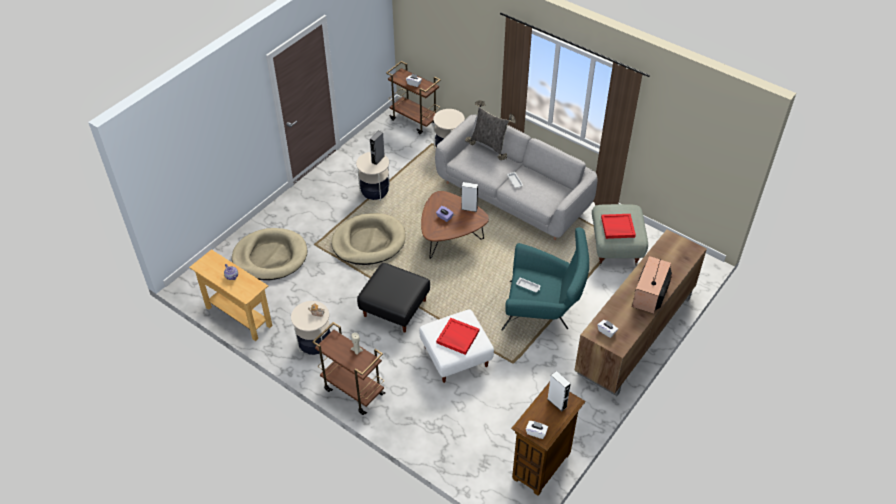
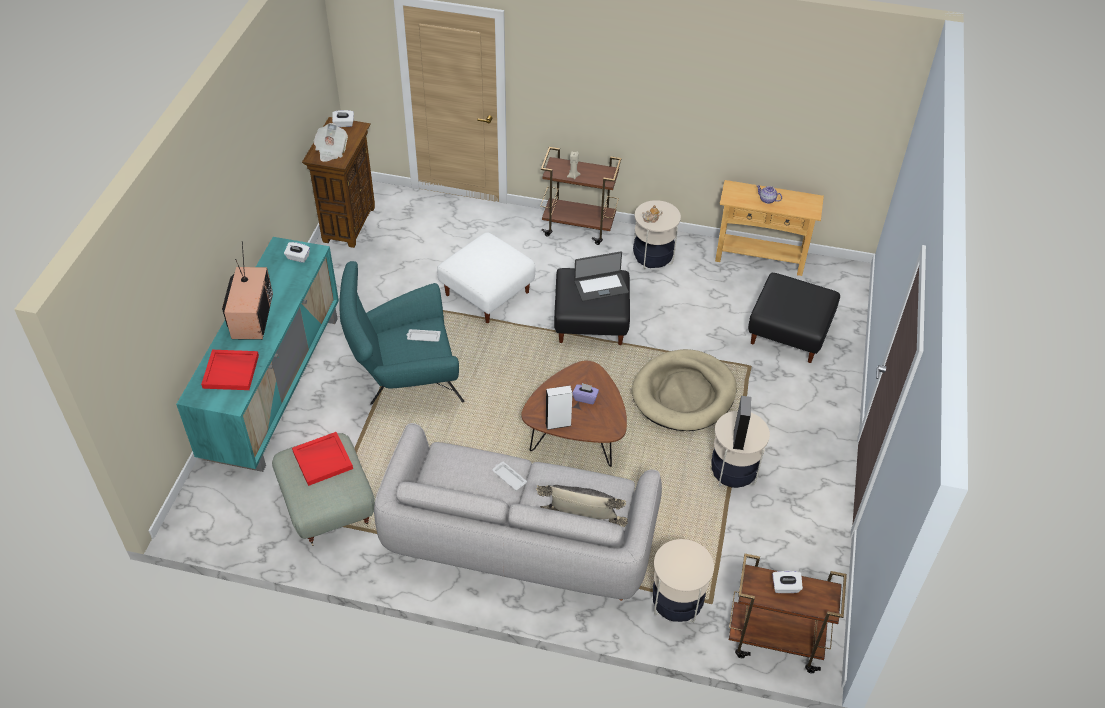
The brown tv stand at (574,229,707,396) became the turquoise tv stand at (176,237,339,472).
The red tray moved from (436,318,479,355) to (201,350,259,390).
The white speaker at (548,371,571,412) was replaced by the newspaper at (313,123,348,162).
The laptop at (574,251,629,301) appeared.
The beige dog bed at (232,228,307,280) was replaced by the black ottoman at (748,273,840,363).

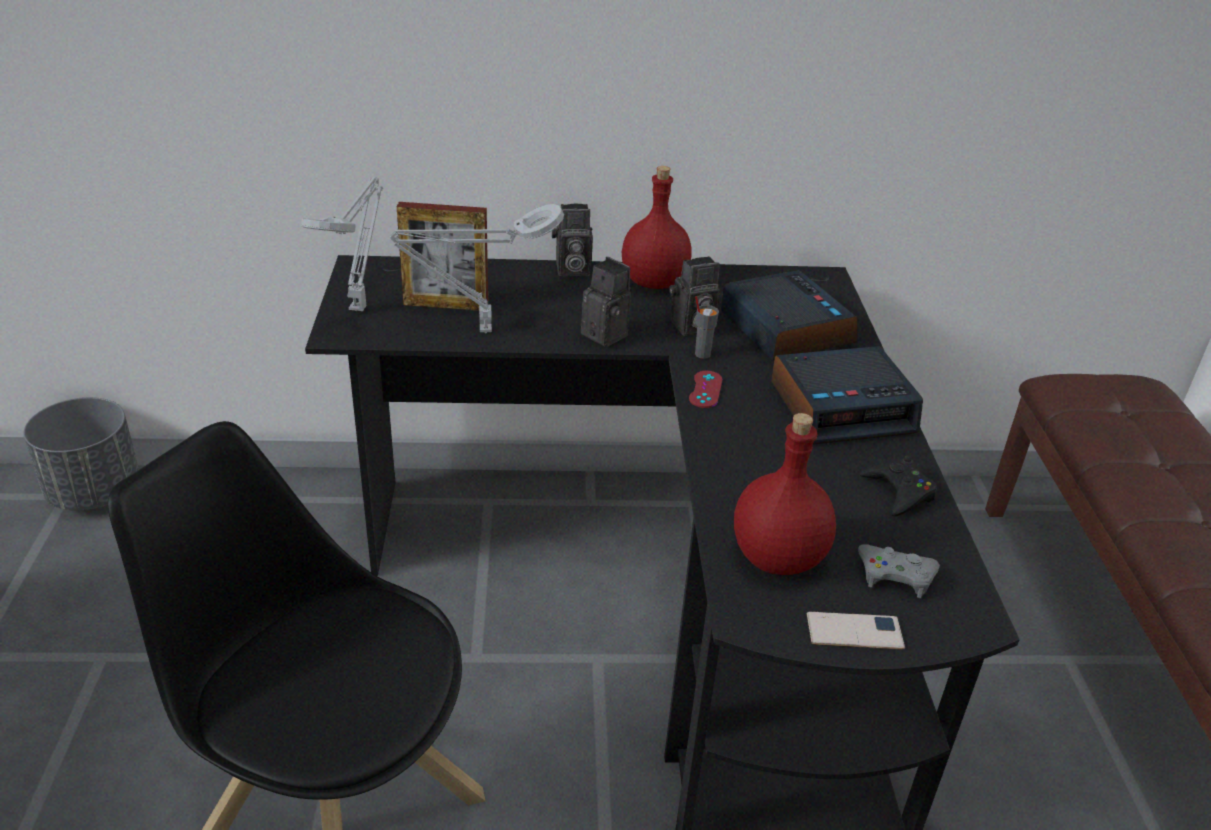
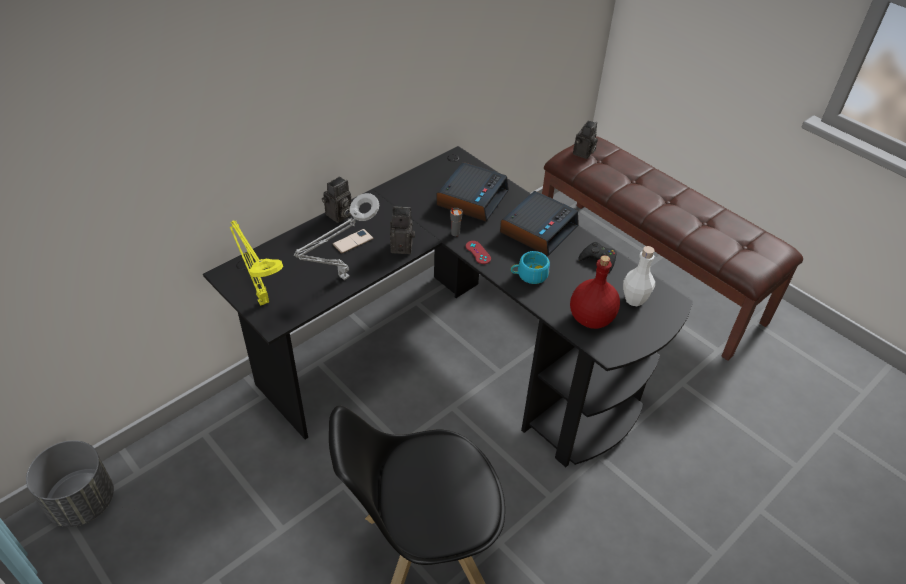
The grey table lamp at (301,177,383,311) became the yellow table lamp at (230,220,283,305).
The phone moved from (807,611,905,650) to (333,229,373,253).
The alarm clock at (721,270,858,361) turned 90 degrees clockwise.
The turquoise cup at (511,251,550,284) appeared.
The photo camera moved from (669,256,720,336) to (573,121,598,159).
The grey game controller at (858,544,940,598) was replaced by the white bottle at (623,246,655,306).
The picture frame at (397,202,488,311) disappeared.
The red bottle at (622,166,692,289) disappeared.

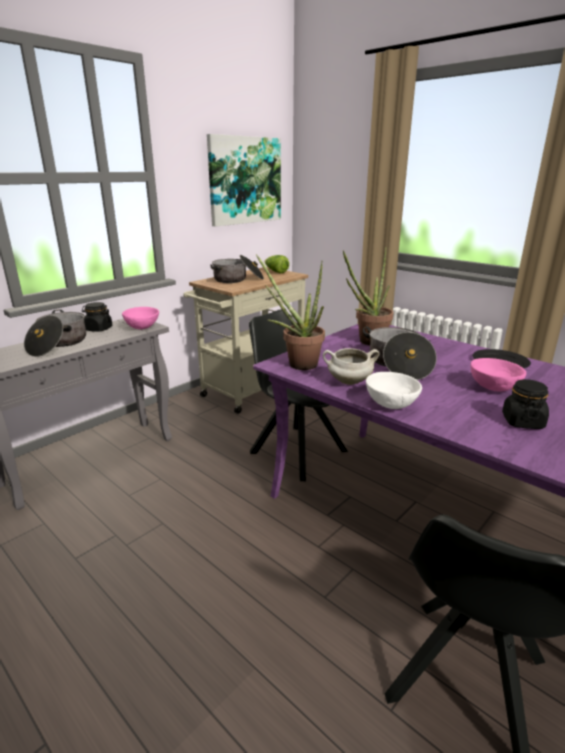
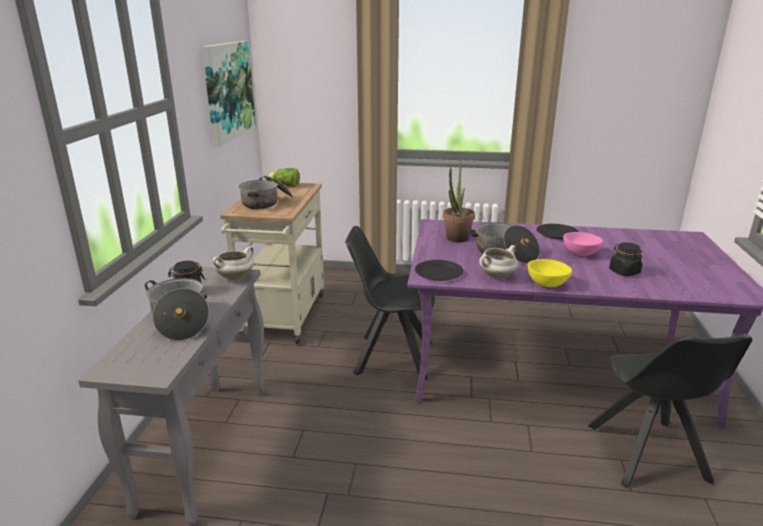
The pink bowl at (122,307,159,330) was replaced by the white cooking pot at (212,246,254,280).
The potted plant at (256,254,325,370) was replaced by the black plate at (415,260,464,281).
The white bowl at (366,372,422,409) became the yellow bowl at (528,259,572,287).

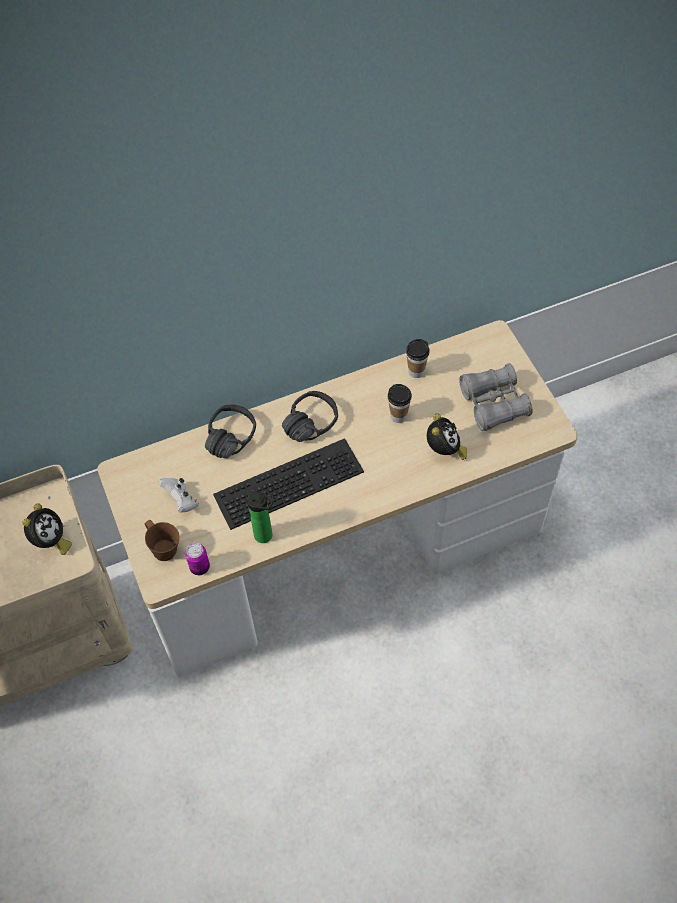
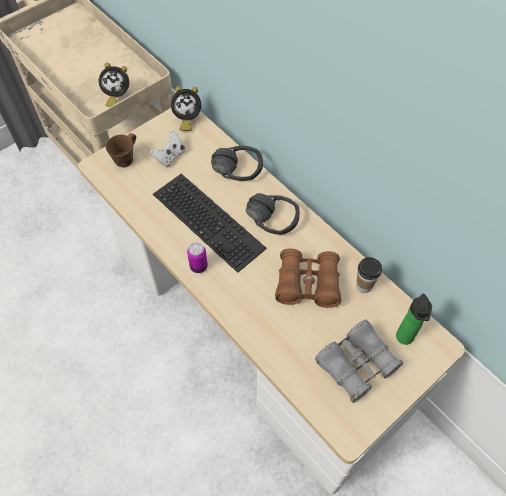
The alarm clock moved from (427,413,467,460) to (171,86,201,131).
The can moved from (185,543,210,575) to (187,242,208,273).
The cup at (388,384,412,423) was replaced by the brown binoculars at (275,248,341,308).
The bottle moved from (247,491,275,543) to (396,294,432,345).

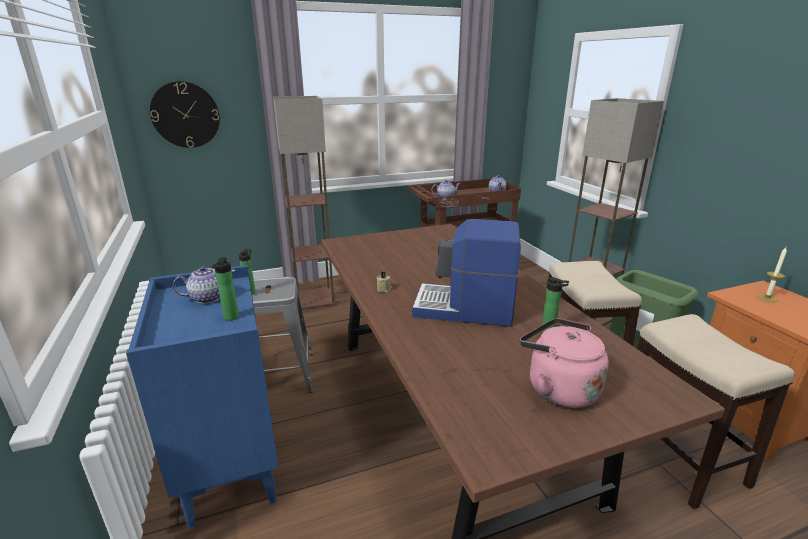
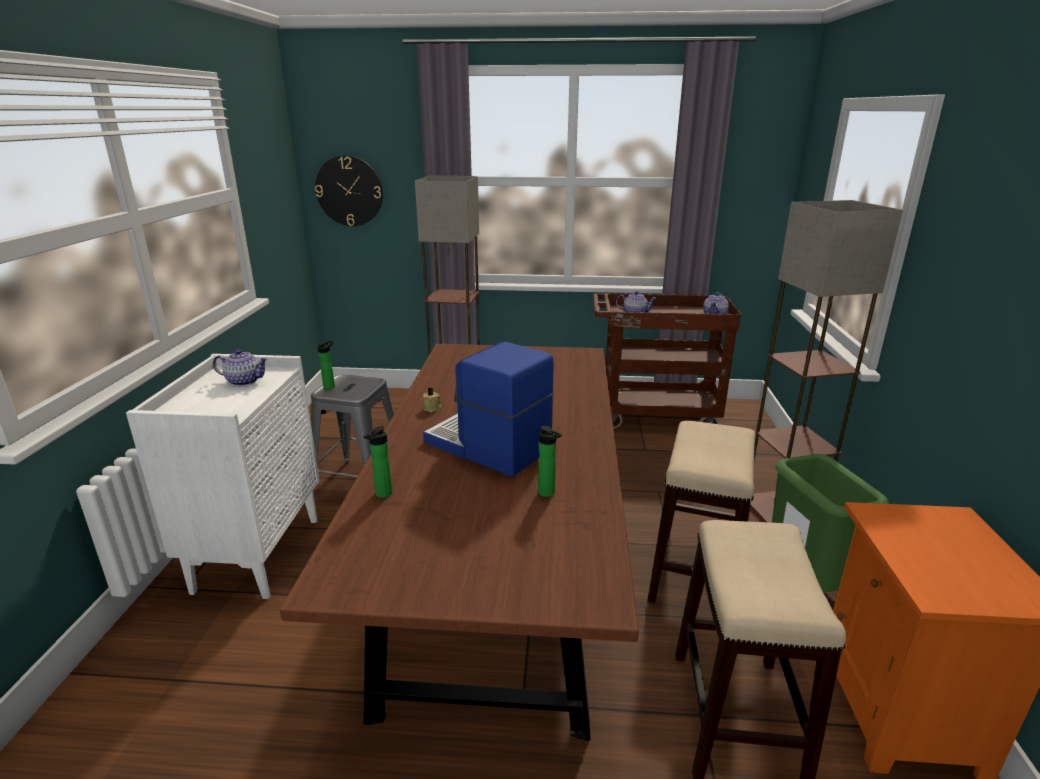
The blue cabinet at (126,265,279,528) became the white cabinet at (126,354,320,599).
The bottle moved from (212,257,239,320) to (363,426,392,498).
The pink kettle at (520,318,609,408) disappeared.
The candle at (757,247,787,302) disappeared.

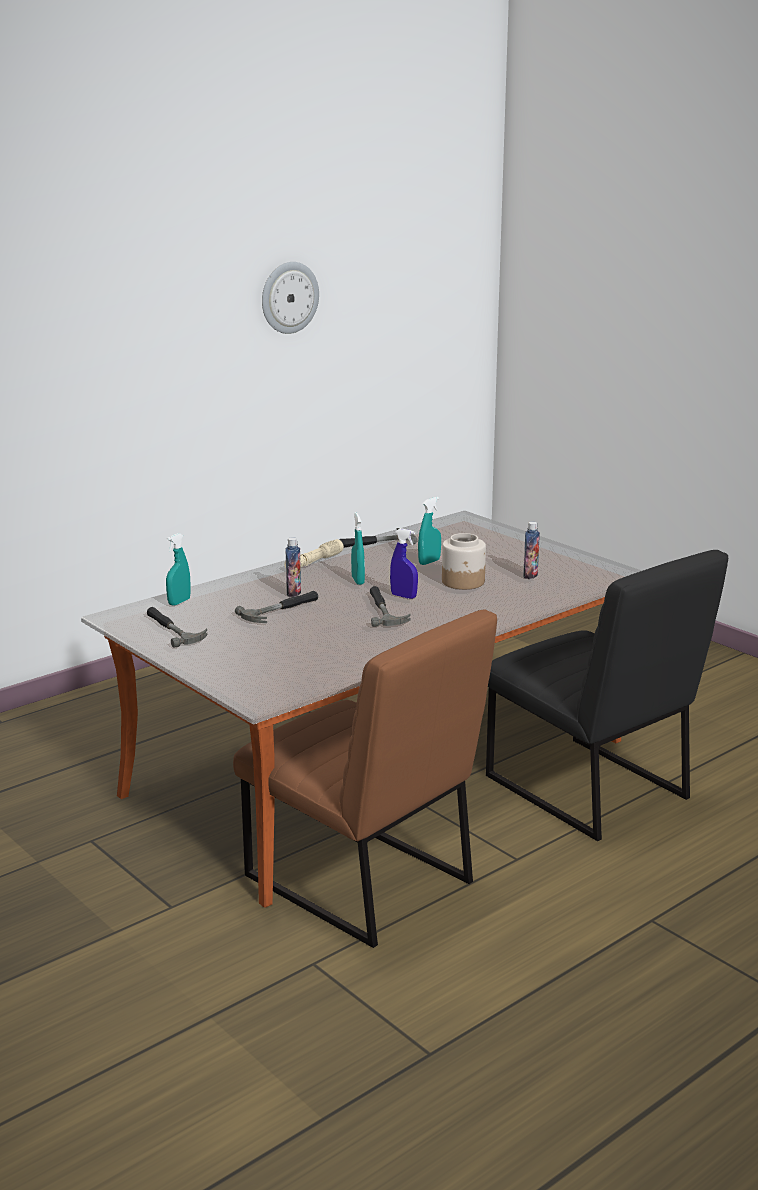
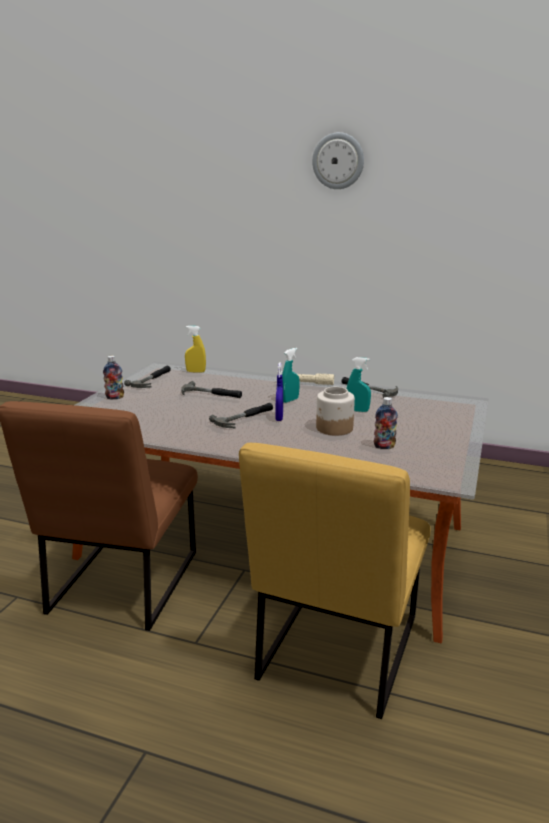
The bottle moved from (285,537,301,597) to (103,356,124,399).
The turquoise spray bottle at (166,533,191,606) became the yellow spray bottle at (185,326,206,372).
The black chair at (486,550,728,841) became the yellow chair at (239,443,431,719).
The wall clock moved from (262,262,319,334) to (312,132,364,189).

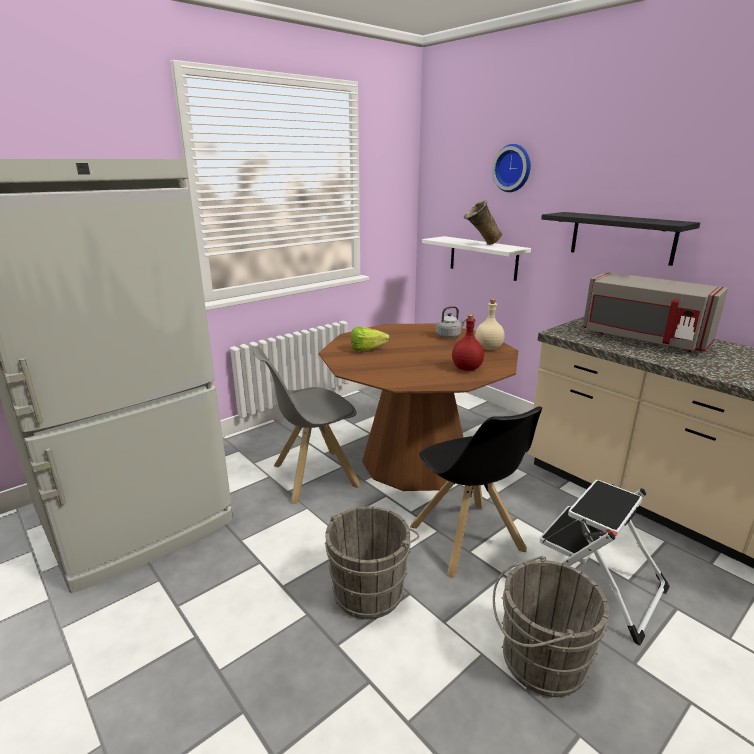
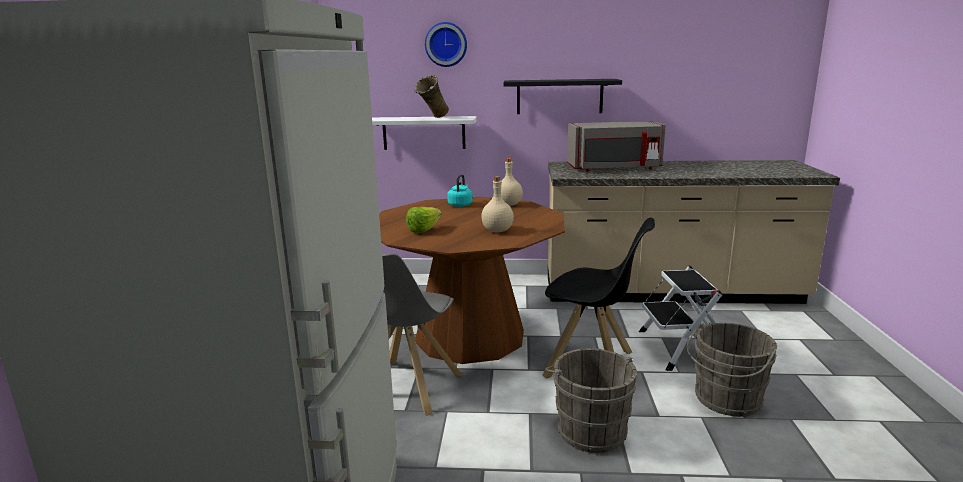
The grey kettle at (436,306,467,338) became the turquoise kettle at (447,174,473,207).
The beige bottle at (481,176,514,232) appeared.
The red bottle at (452,314,484,371) disappeared.

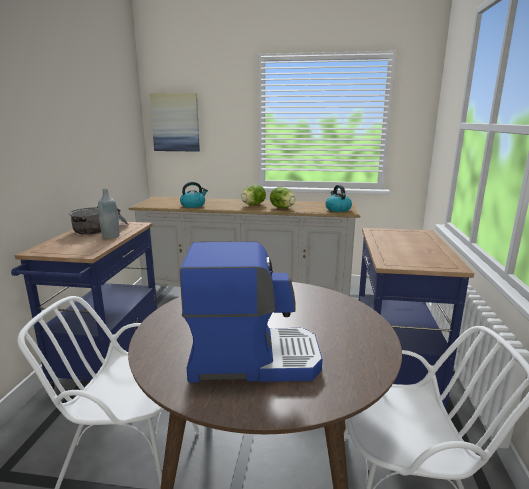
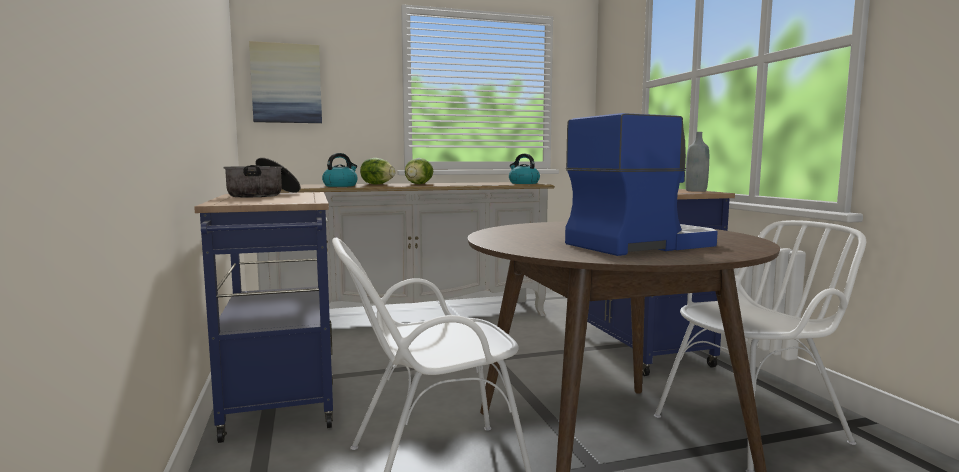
The lettuce moved from (270,187,295,208) to (360,158,396,184).
The grey bottle moved from (98,189,120,239) to (685,132,709,192).

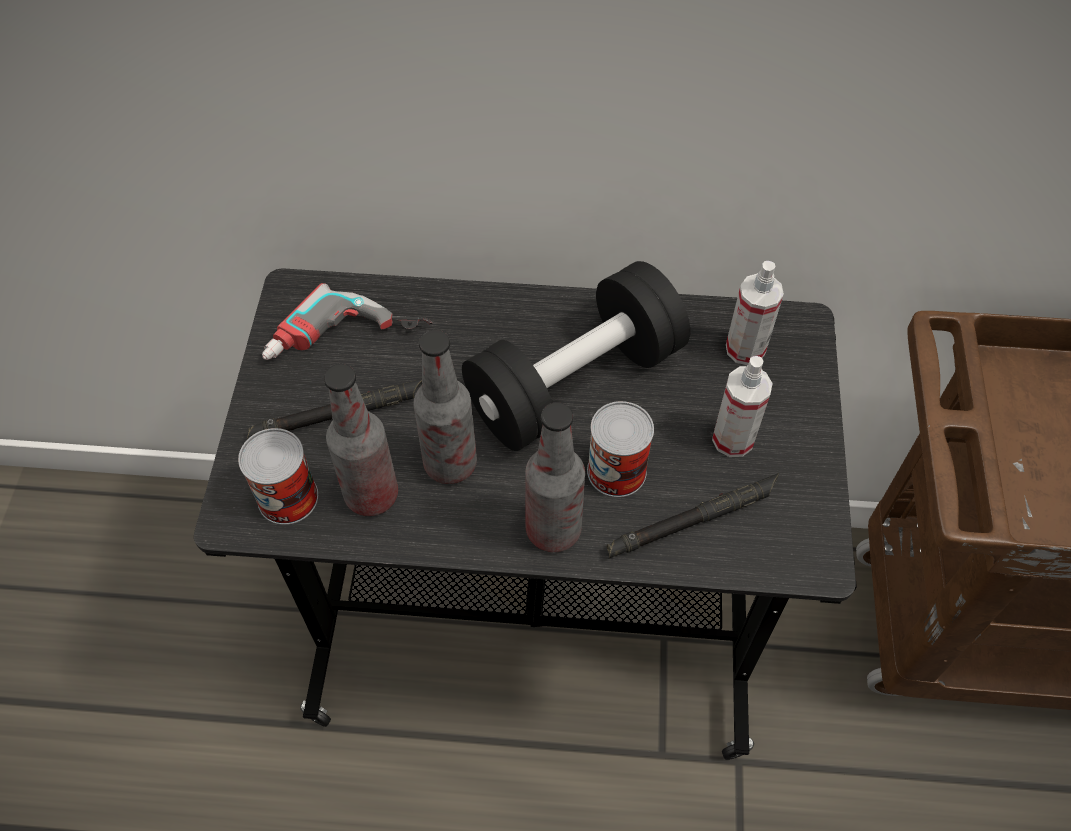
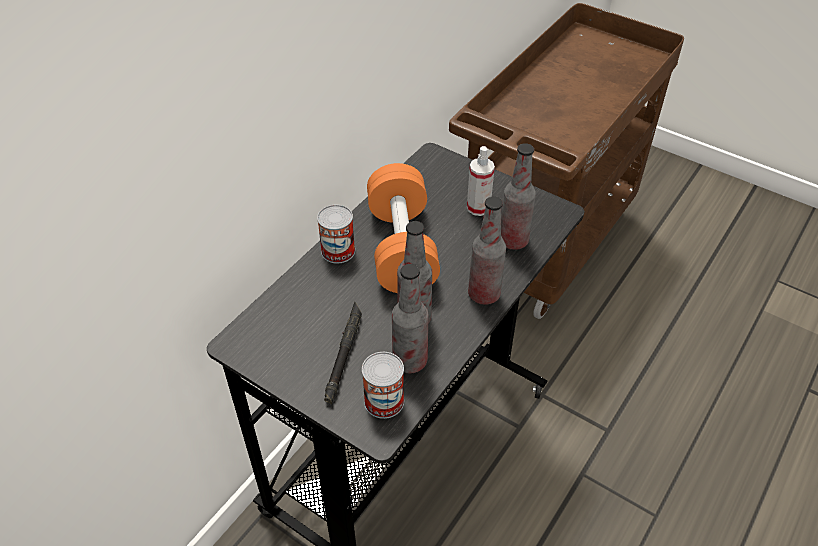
The can moved from (587,401,654,497) to (317,204,355,264).
The black dumbbell at (462,261,690,451) became the orange dumbbell at (367,163,440,293).
The black flashlight at (607,473,779,558) was replaced by the bottle at (501,143,536,250).
The power drill at (262,283,432,360) disappeared.
The spray bottle at (726,261,784,365) disappeared.

